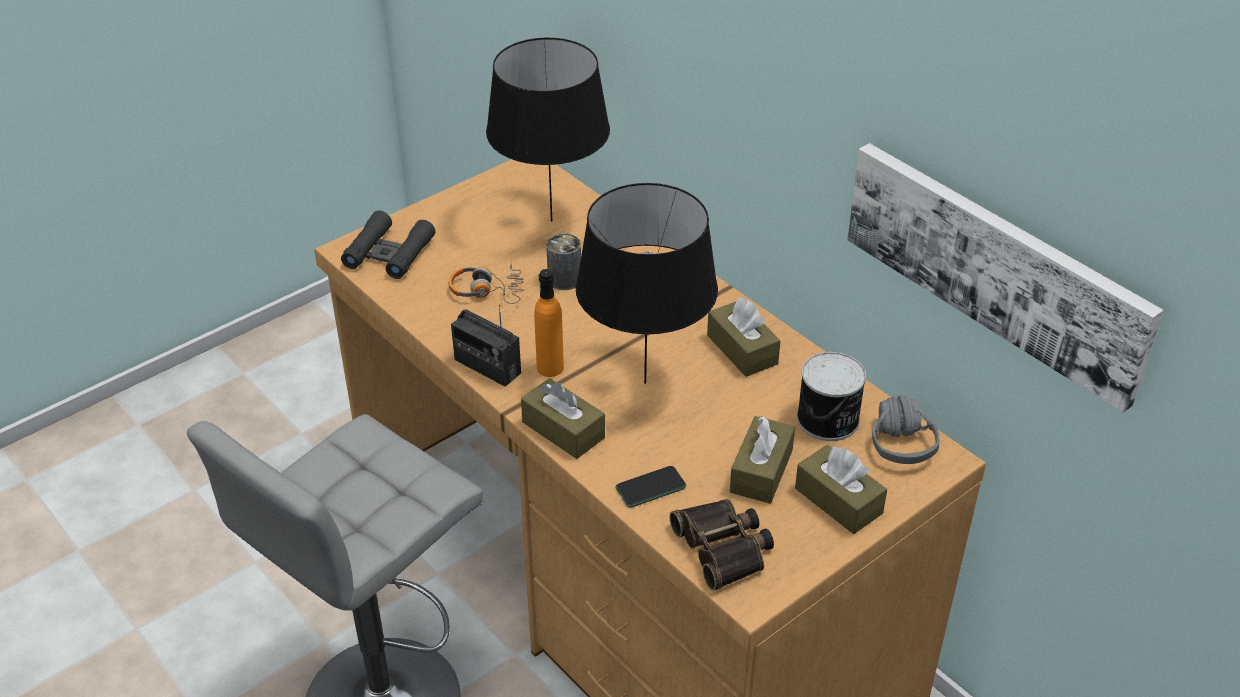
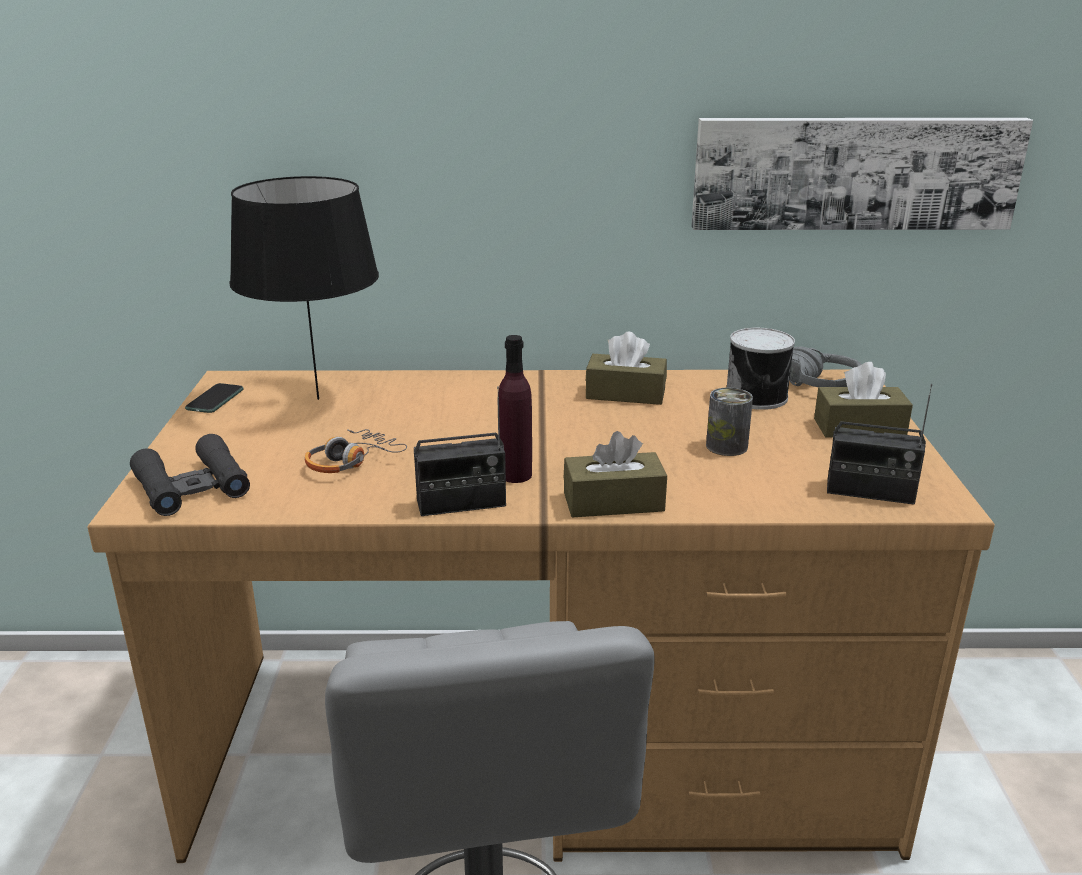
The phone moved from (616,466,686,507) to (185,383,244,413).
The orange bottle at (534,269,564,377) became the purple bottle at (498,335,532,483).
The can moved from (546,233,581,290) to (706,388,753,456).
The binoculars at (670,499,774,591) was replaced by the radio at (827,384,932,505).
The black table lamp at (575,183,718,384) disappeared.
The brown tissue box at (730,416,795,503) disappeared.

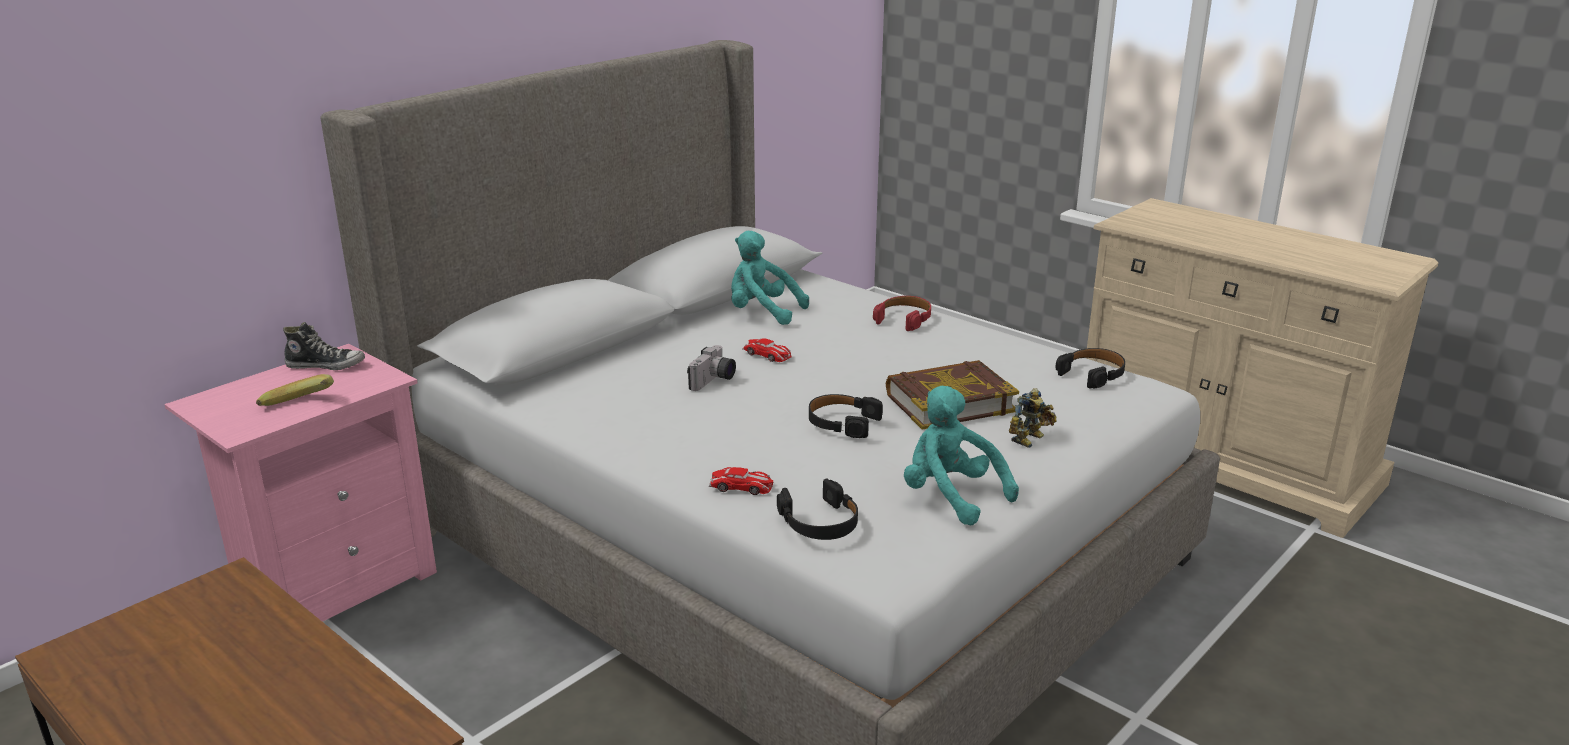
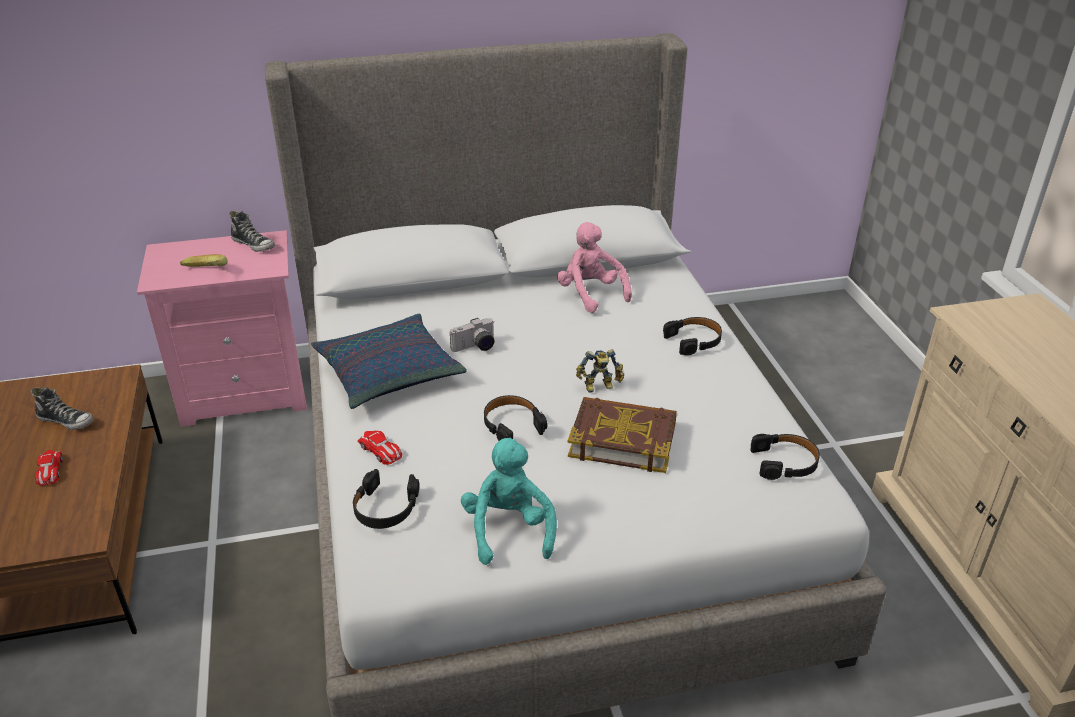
The shoe at (31,387,94,430) appeared.
The toy car moved from (743,338,792,362) to (35,450,63,486).
The blue pillow at (311,314,467,409) appeared.
The turquoise plush toy at (731,231,809,325) became the pink plush toy at (557,222,632,313).
The toy robot moved from (1009,388,1057,448) to (576,349,624,393).
The red headphones at (873,296,931,331) became the black headphones at (663,317,722,355).

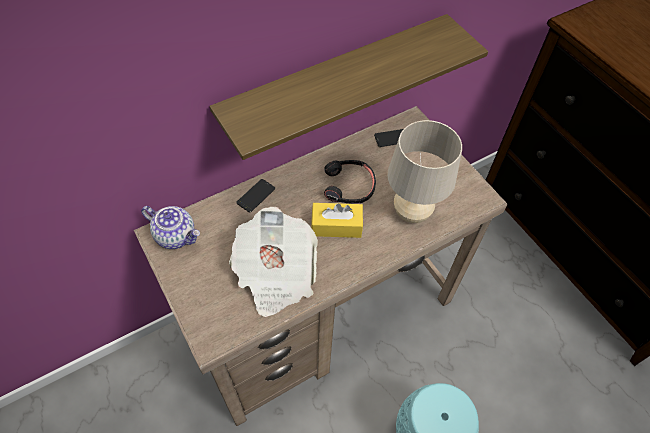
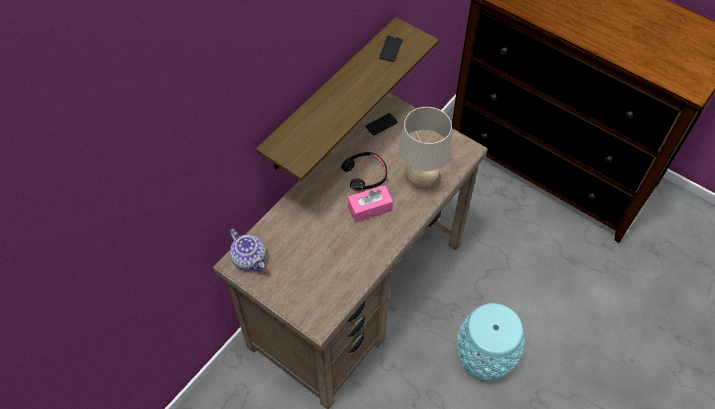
The teapot at (141,206,200,249) turned 45 degrees clockwise.
The yellow tissue box at (311,203,363,238) became the pink tissue box at (348,185,393,223).
The phone moved from (236,179,275,213) to (379,36,403,62).
The newspaper at (229,207,318,317) disappeared.

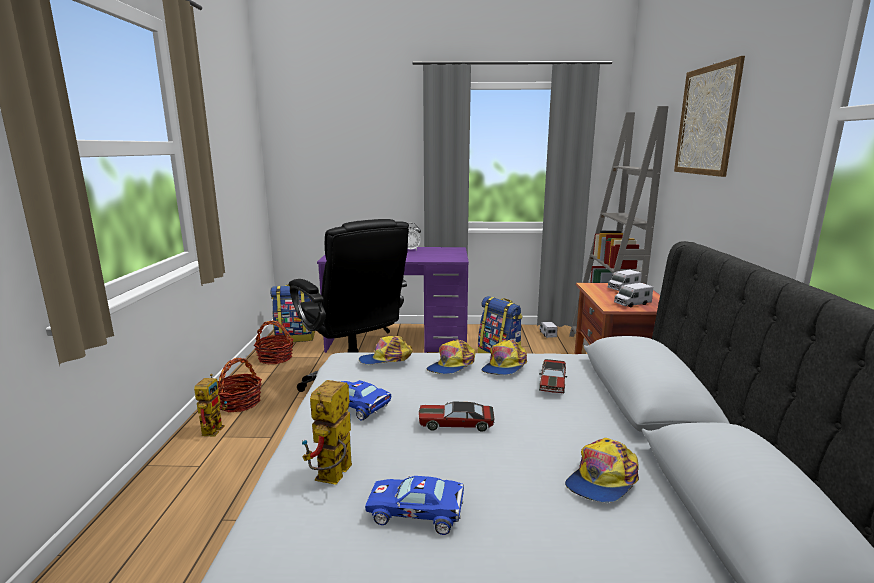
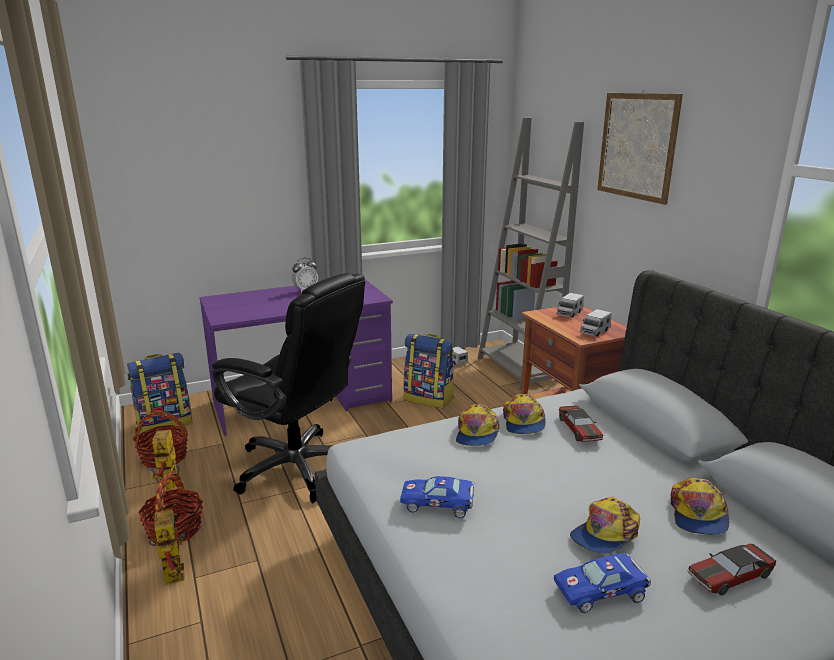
The toy robot moved from (302,380,352,485) to (150,430,180,490).
The cap moved from (359,336,413,364) to (570,497,640,554).
The toy car moved from (418,401,495,432) to (688,544,776,595).

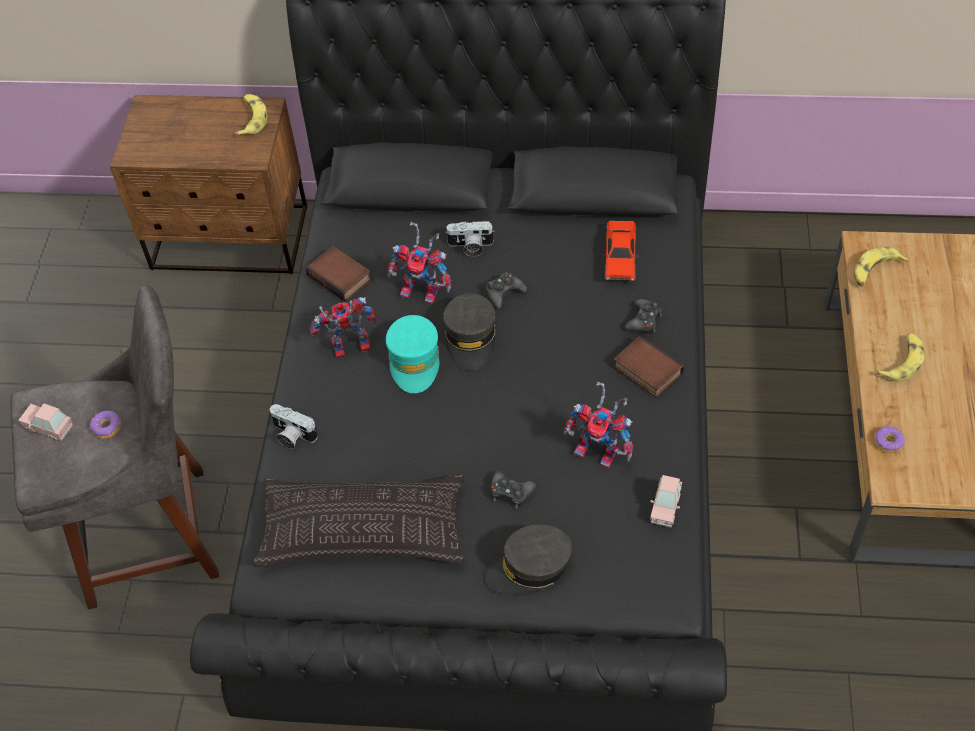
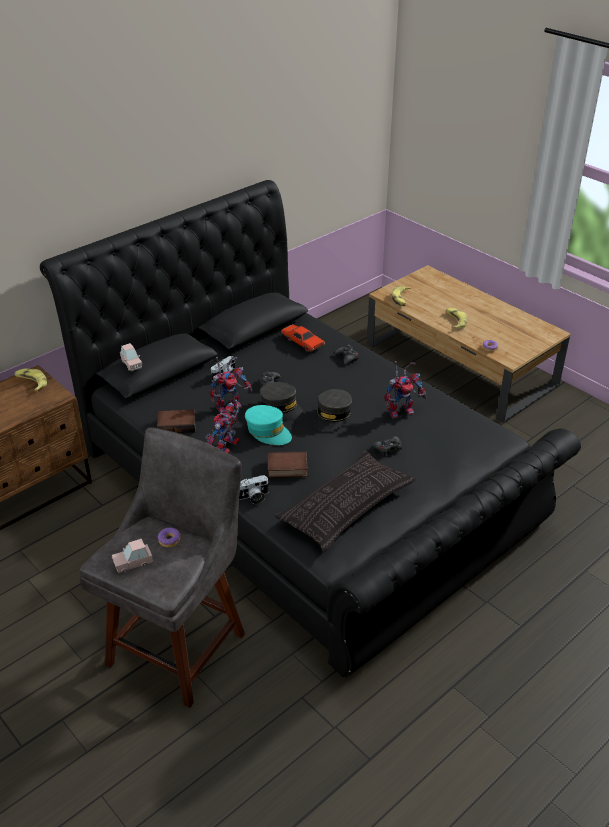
The pink toy car moved from (650,475,682,527) to (120,343,142,371).
The book moved from (614,335,684,398) to (268,451,308,478).
The grey cap moved from (485,524,572,596) to (315,389,352,432).

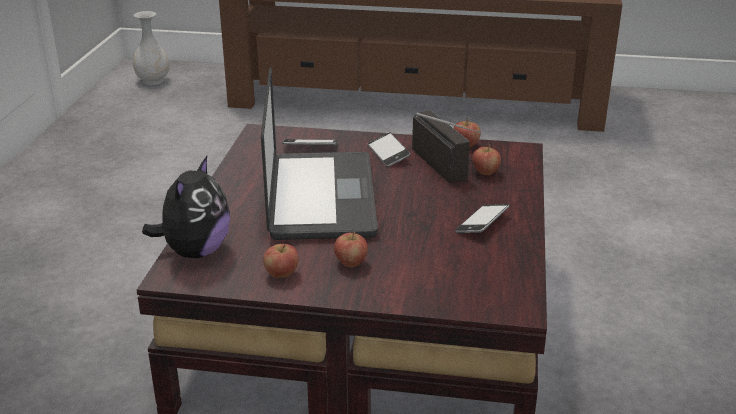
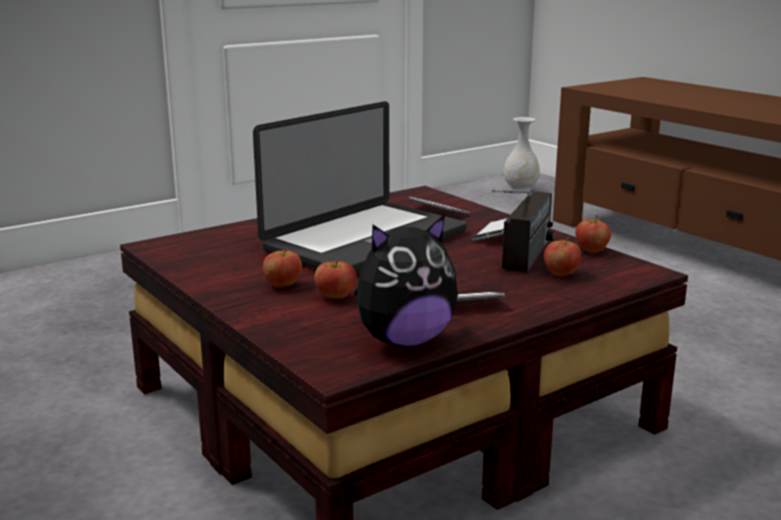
The apple moved from (263,243,298,278) to (314,258,356,299).
The plush toy moved from (142,156,230,258) to (354,215,458,348).

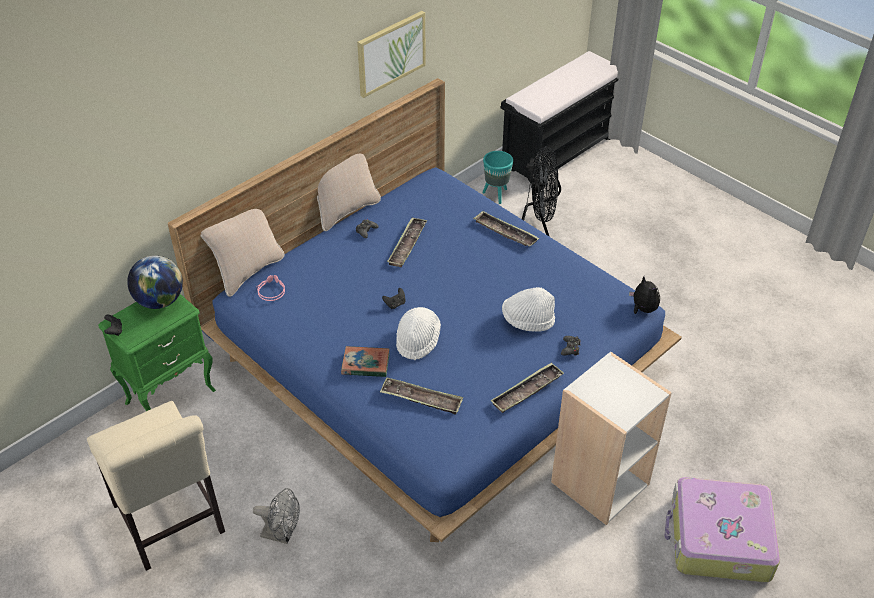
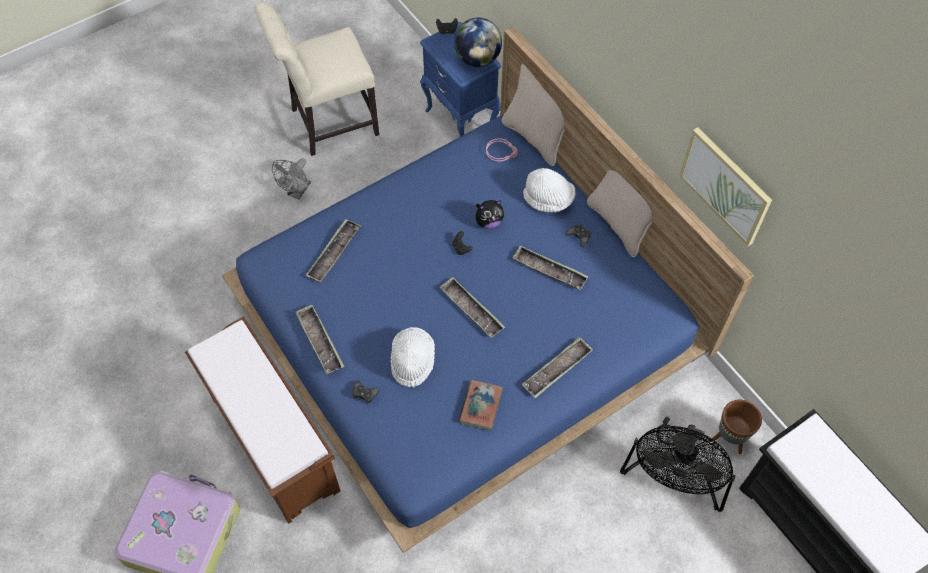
The bookcase at (551,352,672,525) was replaced by the brown bench at (185,316,340,524).
The green nightstand at (98,294,216,411) became the blue nightstand at (420,22,501,137).
The tray at (439,277,505,338) appeared.
The book moved from (341,346,390,377) to (458,380,503,431).
The plush toy moved from (629,276,660,314) to (476,200,504,229).
The white hat moved from (396,307,441,360) to (523,168,575,213).
The turquoise planter at (482,151,513,204) became the brown planter at (712,400,762,454).

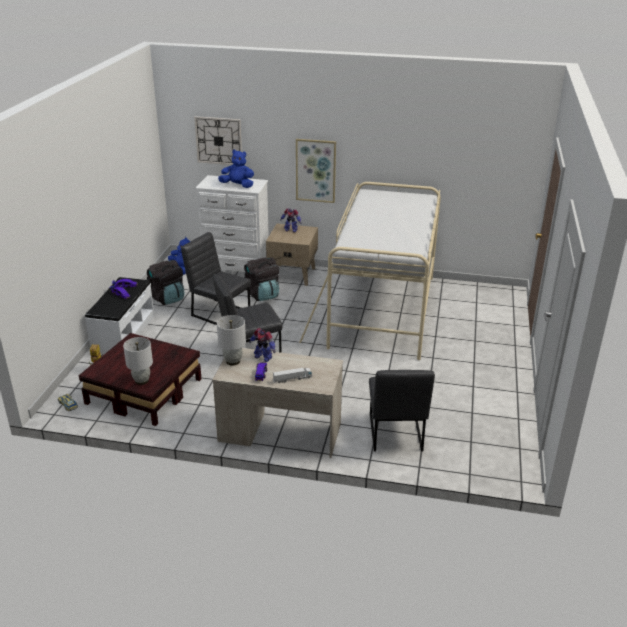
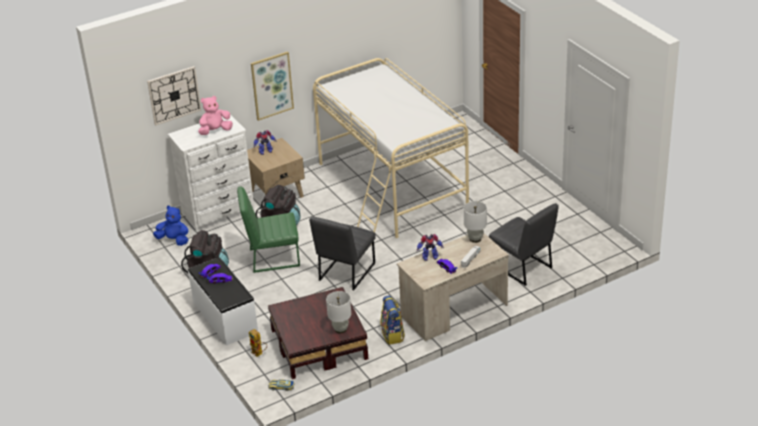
The blue plush toy at (218,150,254,188) became the pink plush toy at (198,96,233,135).
The grey chair at (181,232,251,325) became the green chair at (237,186,300,273).
The backpack at (380,296,405,345) appeared.
The white table lamp moved from (217,315,246,366) to (464,201,487,243).

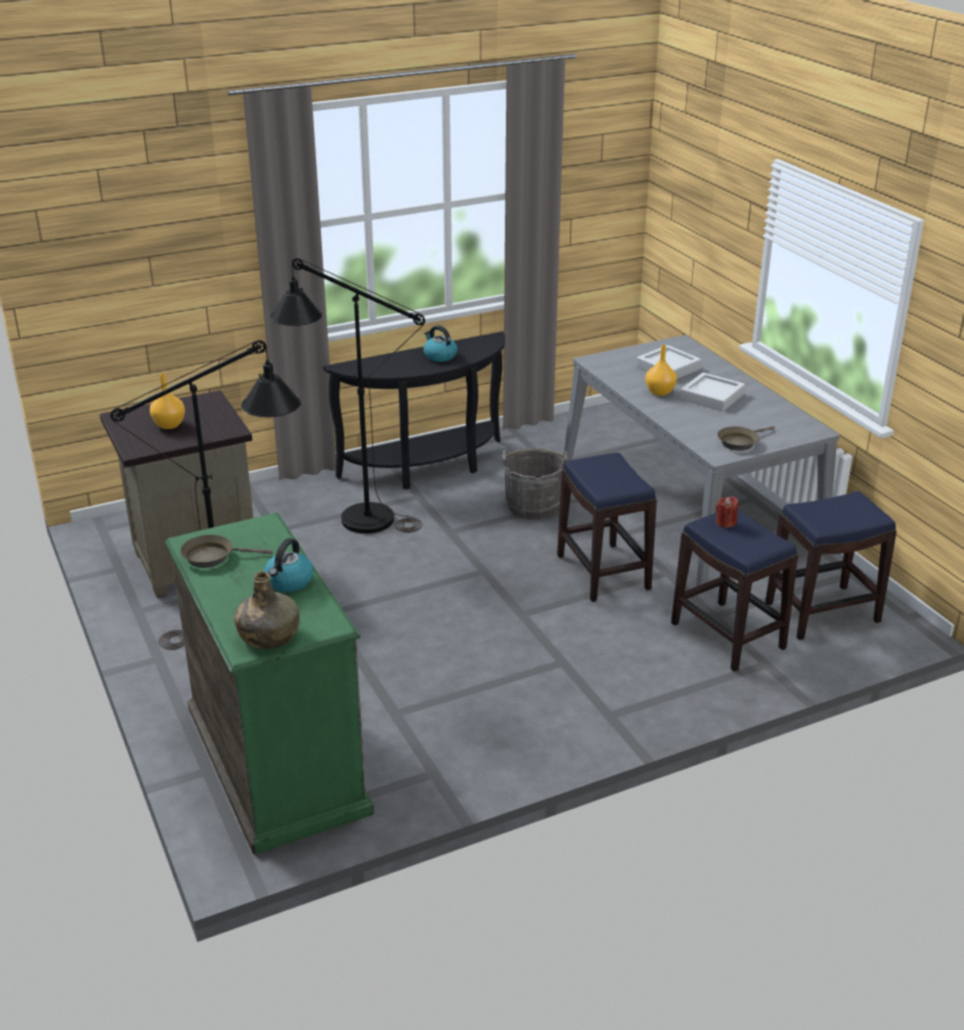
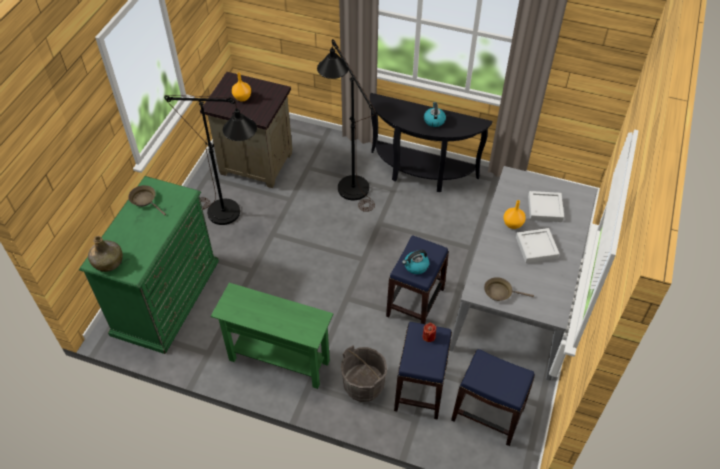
The green console table at (211,283,333,389) appeared.
The grey bucket moved from (502,448,568,519) to (341,346,387,402).
The kettle moved from (264,538,314,592) to (402,250,429,274).

